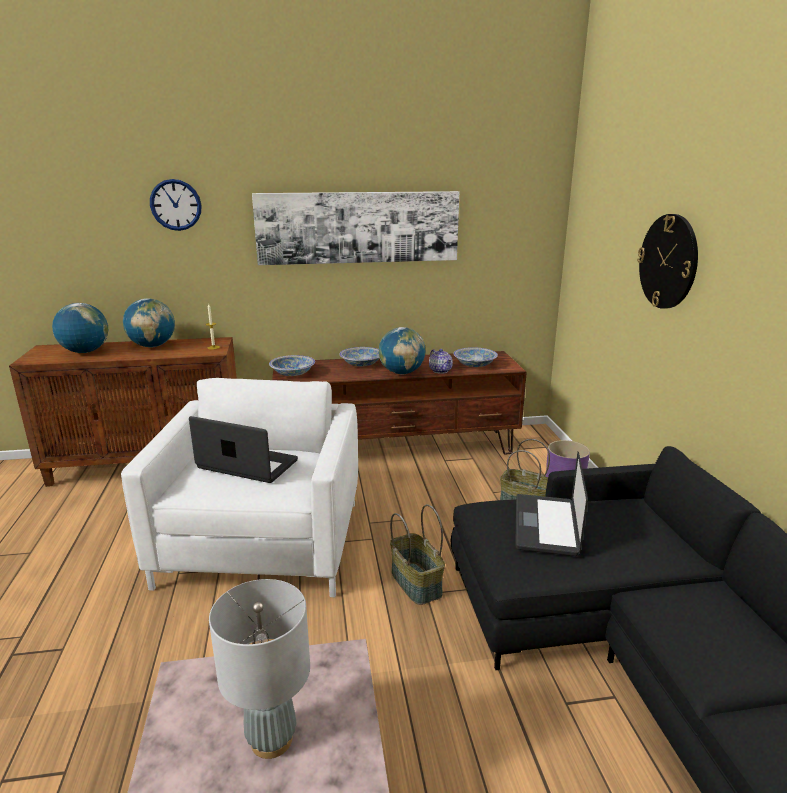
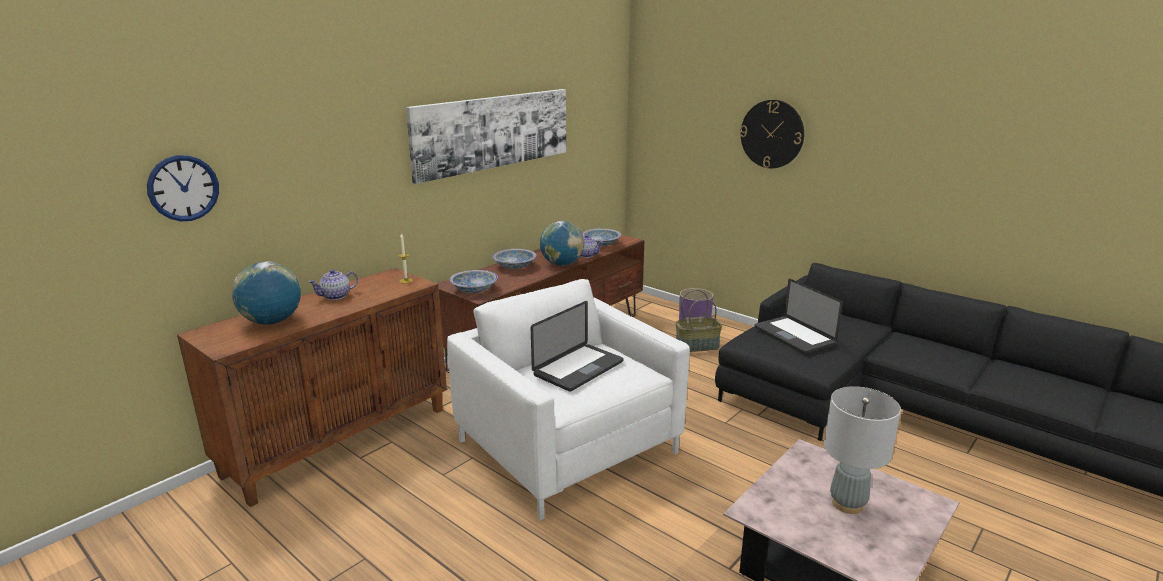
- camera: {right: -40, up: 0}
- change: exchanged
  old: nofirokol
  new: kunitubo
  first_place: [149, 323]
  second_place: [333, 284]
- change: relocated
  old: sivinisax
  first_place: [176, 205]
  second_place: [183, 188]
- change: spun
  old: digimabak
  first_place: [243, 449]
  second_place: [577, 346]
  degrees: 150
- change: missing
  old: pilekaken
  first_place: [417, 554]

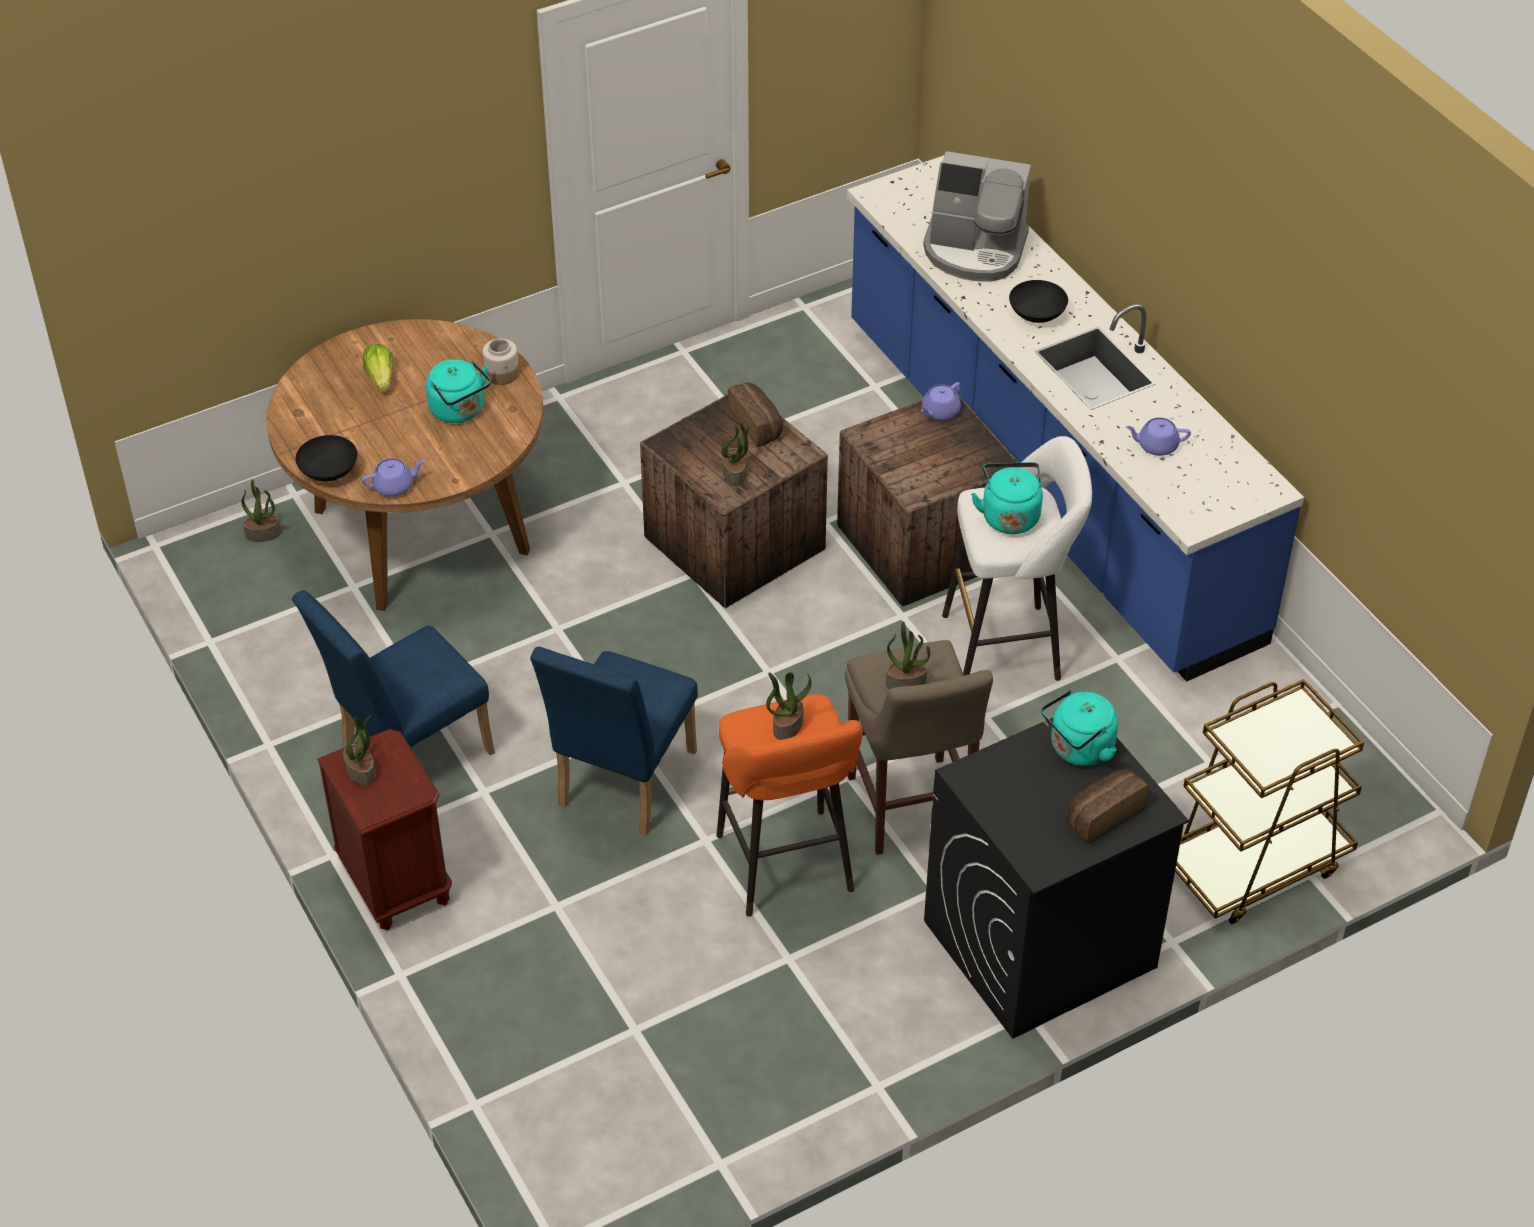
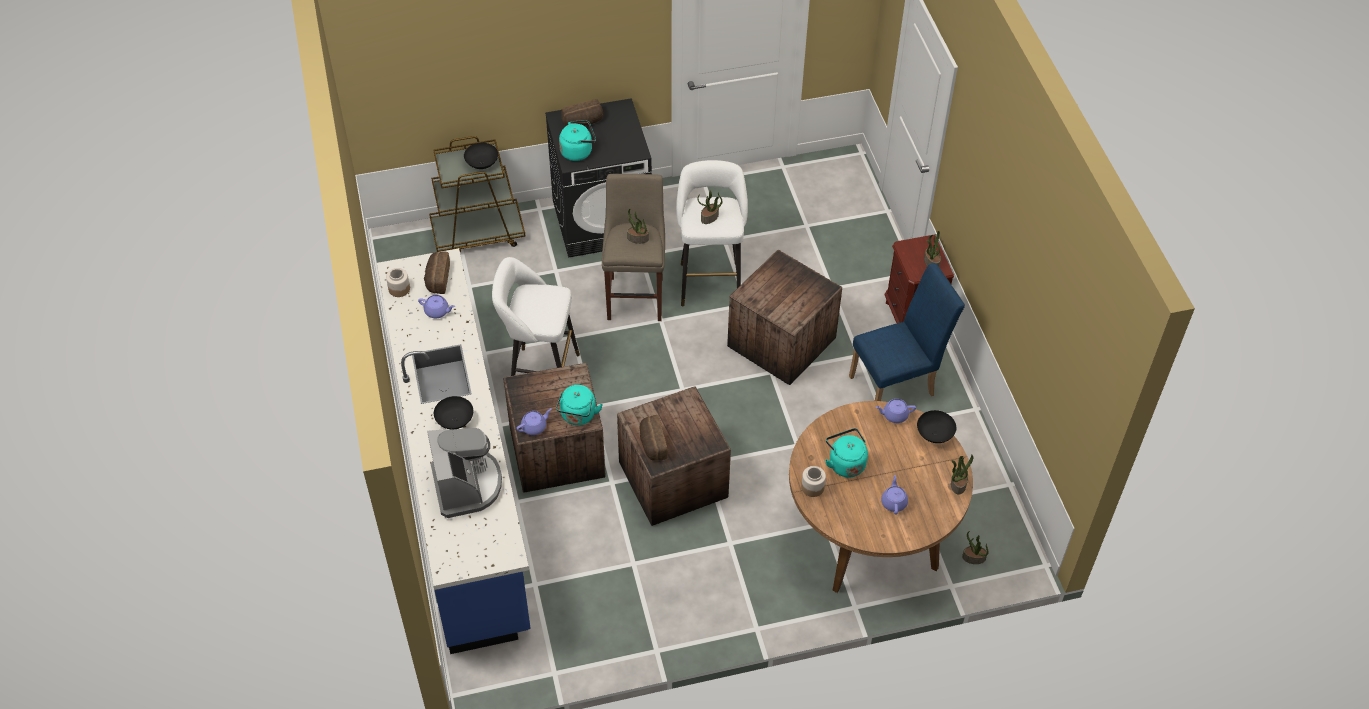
- camera: {right: -165, up: 5}
- change: exchanged
  old: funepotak
  new: purple_kunitubo
  first_place: [378, 367]
  second_place: [894, 495]
- change: exchanged
  old: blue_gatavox
  new: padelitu
  first_place: [614, 741]
  second_place: [784, 317]
- change: colour
  old: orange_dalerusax
  new: white_dalerusax
  first_place: [789, 805]
  second_place: [712, 233]
- change: relocated
  old: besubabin
  first_place: [737, 454]
  second_place: [962, 474]
- change: spun
  old: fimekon
  first_place: [977, 216]
  second_place: [464, 473]
  degrees: 45
- change: relocated
  old: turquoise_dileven
  first_place: [1007, 498]
  second_place: [579, 405]
- change: appeared
  new: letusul
  second_place: [398, 282]
- change: appeared
  new: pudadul
  second_place: [437, 273]
- change: appeared
  new: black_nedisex
  second_place: [481, 156]

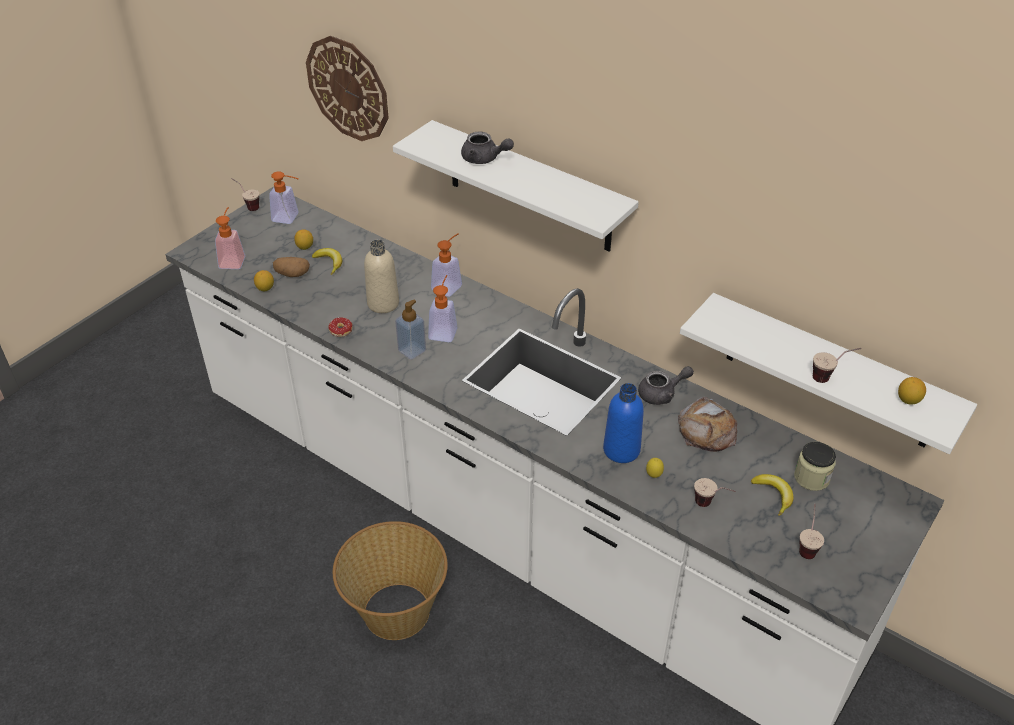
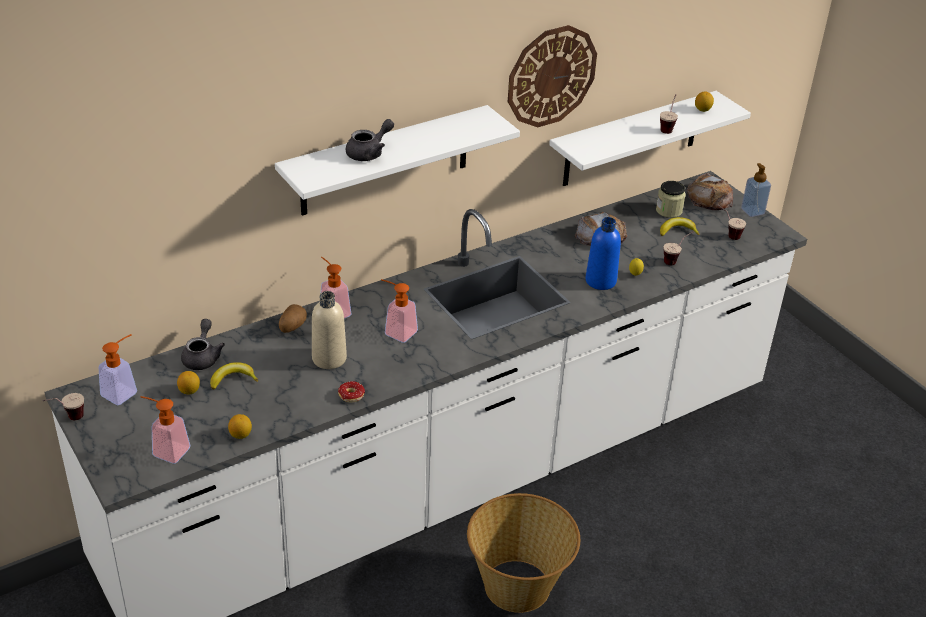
- camera: {right: -70, up: -5}
- change: relocated
  old: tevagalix
  first_place: [291, 267]
  second_place: [293, 318]
- change: relocated
  old: sivinisax
  first_place: [347, 88]
  second_place: [552, 76]
- change: relocated
  old: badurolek
  first_place: [410, 330]
  second_place: [756, 190]
- change: relocated
  old: grey_kunitubo
  first_place: [666, 385]
  second_place: [203, 344]
- change: appeared
  new: pudadul
  second_place: [710, 191]

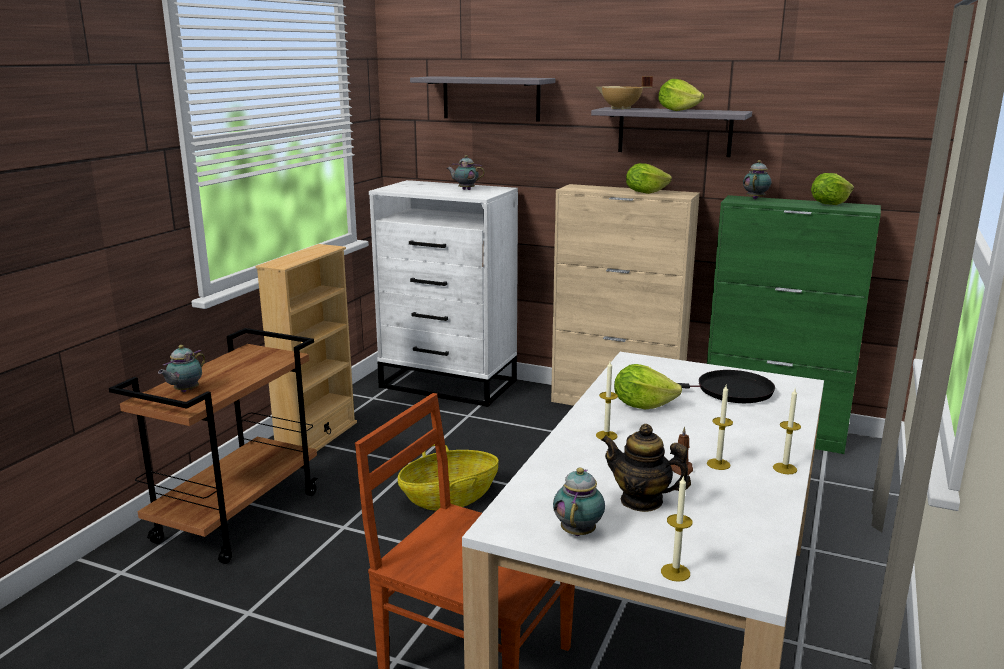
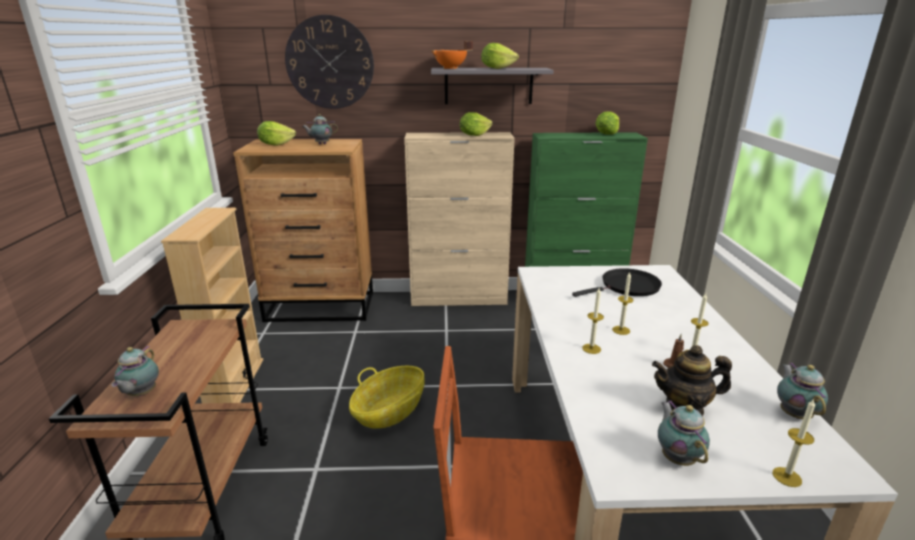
- camera: {right: -25, up: 5}
- change: colour
  old: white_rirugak
  new: brown_rirugak
  first_place: [443, 293]
  second_place: [303, 230]
- change: exchanged
  old: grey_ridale
  new: sivinisax
  first_place: [482, 99]
  second_place: [329, 62]
- change: colour
  old: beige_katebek
  new: orange_katebek
  first_place: [624, 92]
  second_place: [452, 55]
- change: relocated
  old: funepotak
  first_place: [648, 386]
  second_place: [276, 133]
- change: relocated
  old: kunitubo
  first_place: [757, 180]
  second_place: [802, 390]
- change: relocated
  old: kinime
  first_place: [787, 431]
  second_place: [623, 303]

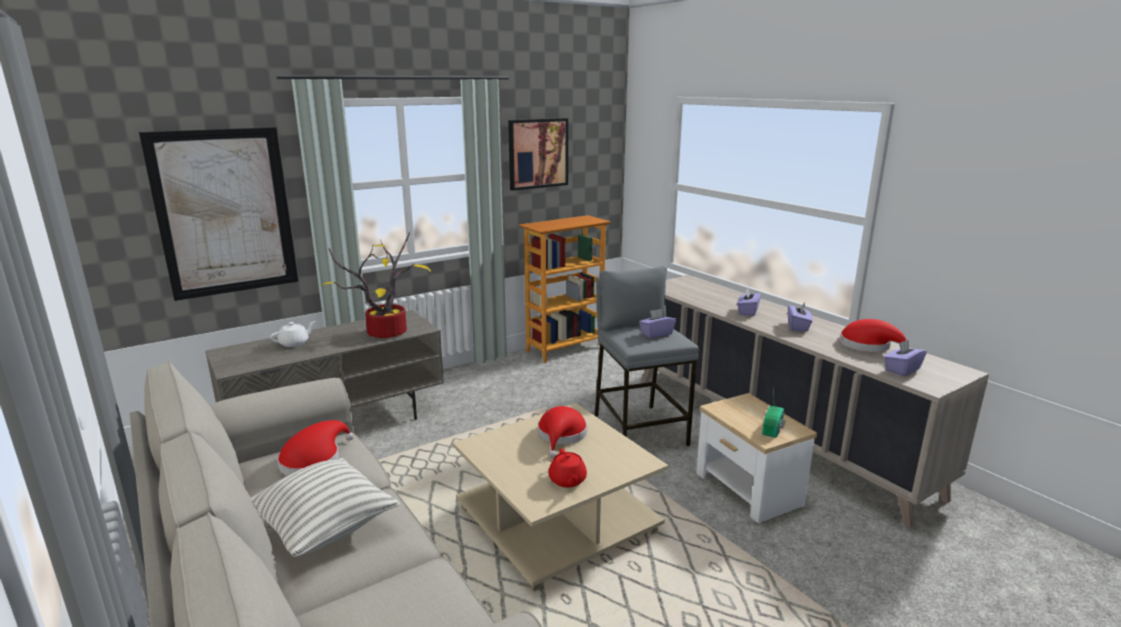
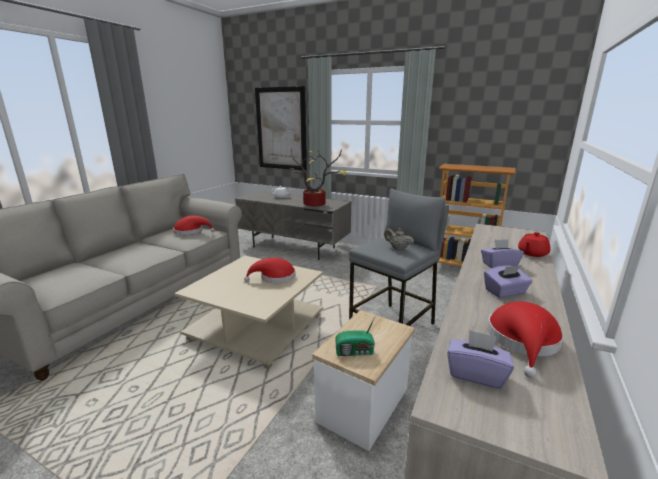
- camera: {right: 60, up: 0}
- change: missing
  old: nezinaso
  first_place: [325, 507]
- change: missing
  old: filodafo
  first_place: [538, 154]
- change: relocated
  old: red_kunitubo
  first_place: [568, 468]
  second_place: [534, 244]
- change: exchanged
  old: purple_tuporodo
  new: beige_kunitubo
  first_place: [657, 323]
  second_place: [399, 239]

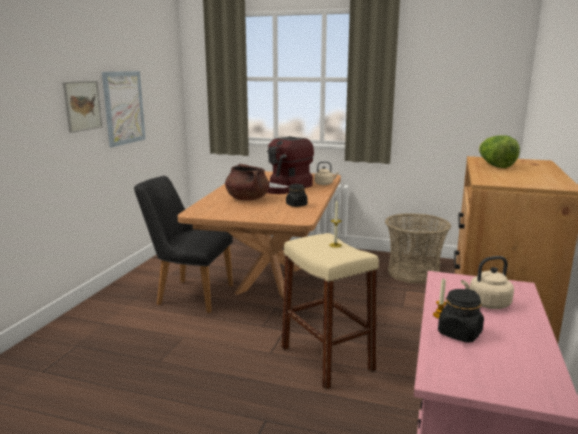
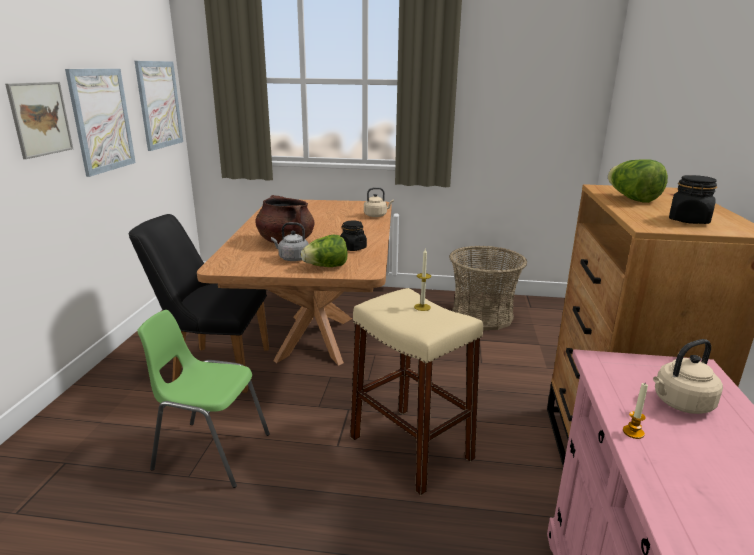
- camera: {right: -10, up: 5}
- change: missing
  old: fimekon
  first_place: [290, 165]
- change: relocated
  old: black_letusul
  first_place: [461, 316]
  second_place: [693, 199]
- change: appeared
  new: filodafo
  second_place: [159, 106]
- change: appeared
  new: green_gatavox
  second_place: [203, 399]
- change: appeared
  new: grey_dileven
  second_place: [290, 241]
- change: appeared
  new: funepotak
  second_place: [324, 251]

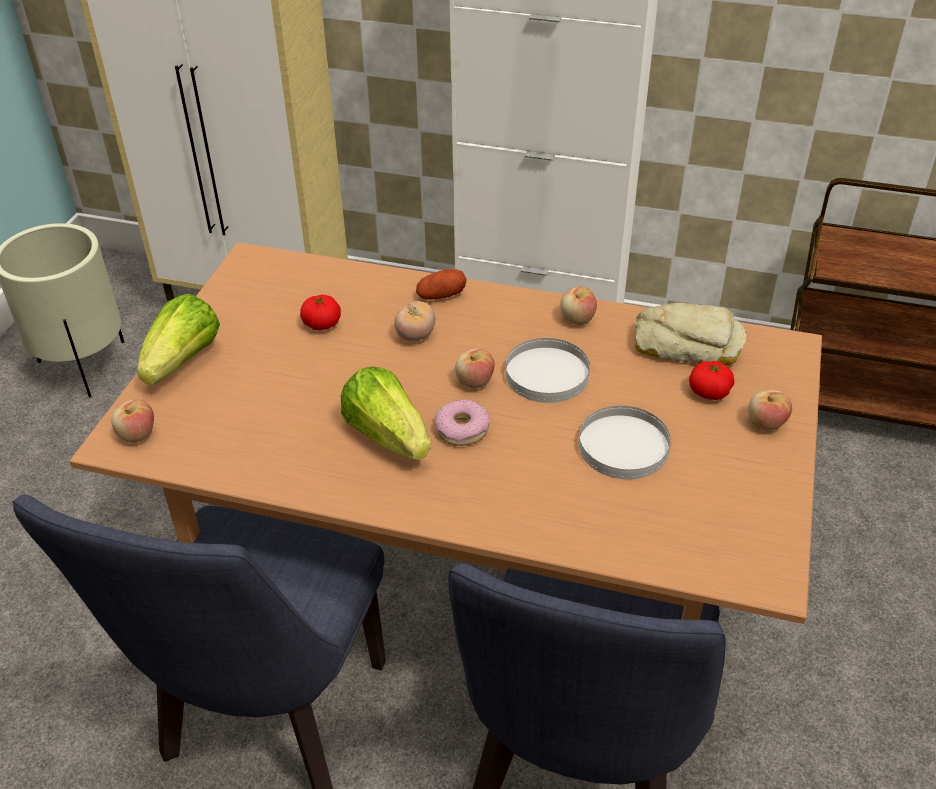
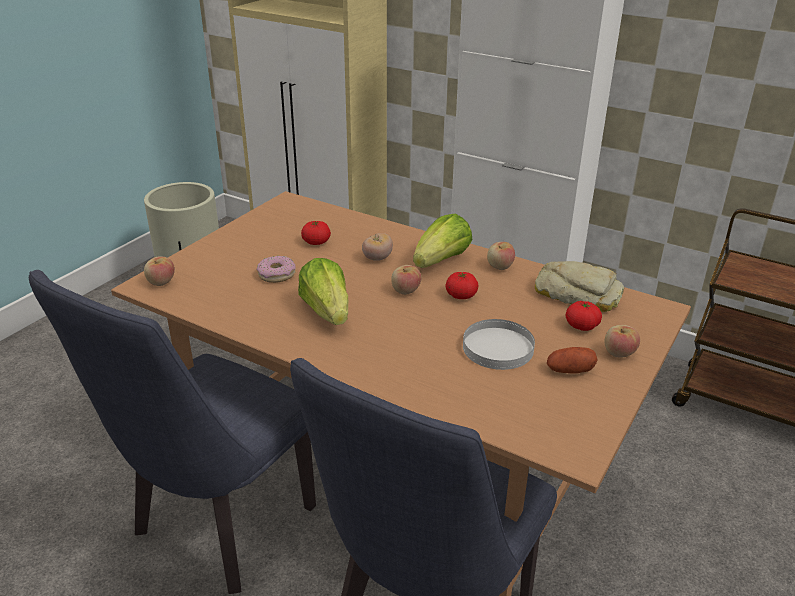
- camera: {right: 15, up: -10}
- change: relocated
  old: funepotak
  first_place: [178, 339]
  second_place: [442, 241]
- change: relocated
  old: tevagalix
  first_place: [441, 284]
  second_place: [572, 360]
- change: relocated
  old: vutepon
  first_place: [462, 422]
  second_place: [276, 269]
- change: exchanged
  old: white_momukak
  new: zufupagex
  first_place: [547, 370]
  second_place: [462, 285]

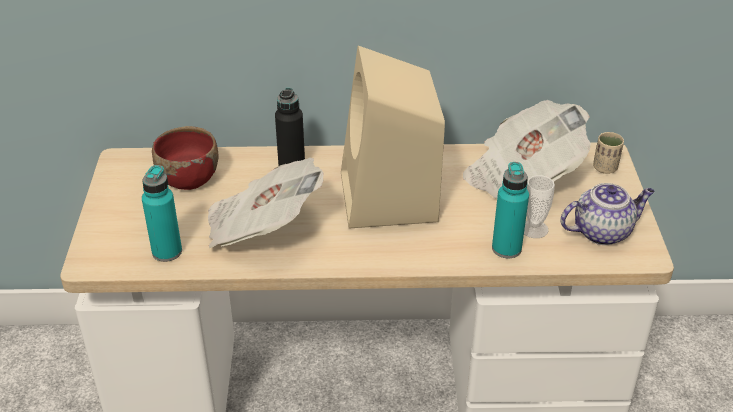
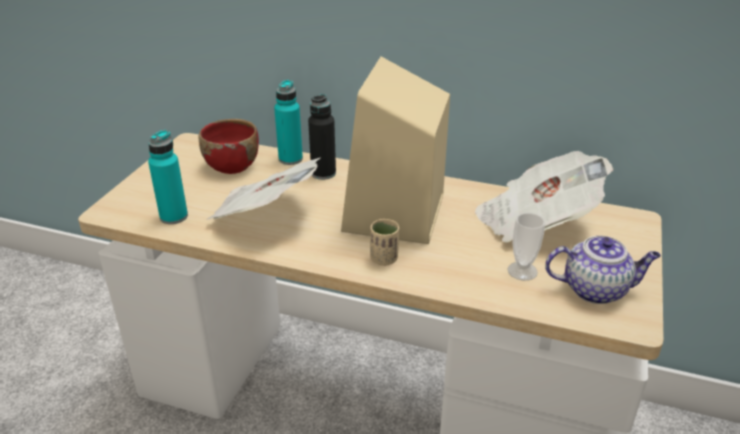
- camera: {right: 20, up: -5}
- change: relocated
  old: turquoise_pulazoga
  first_place: [510, 210]
  second_place: [288, 122]
- change: relocated
  old: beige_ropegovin
  first_place: [608, 153]
  second_place: [384, 242]

